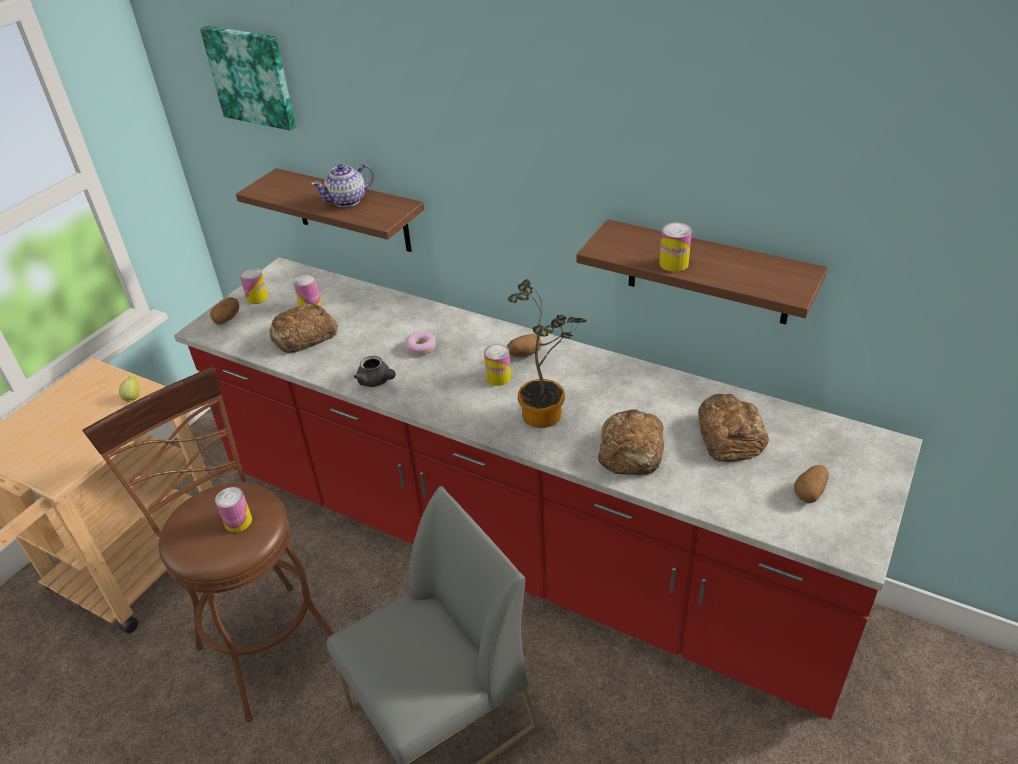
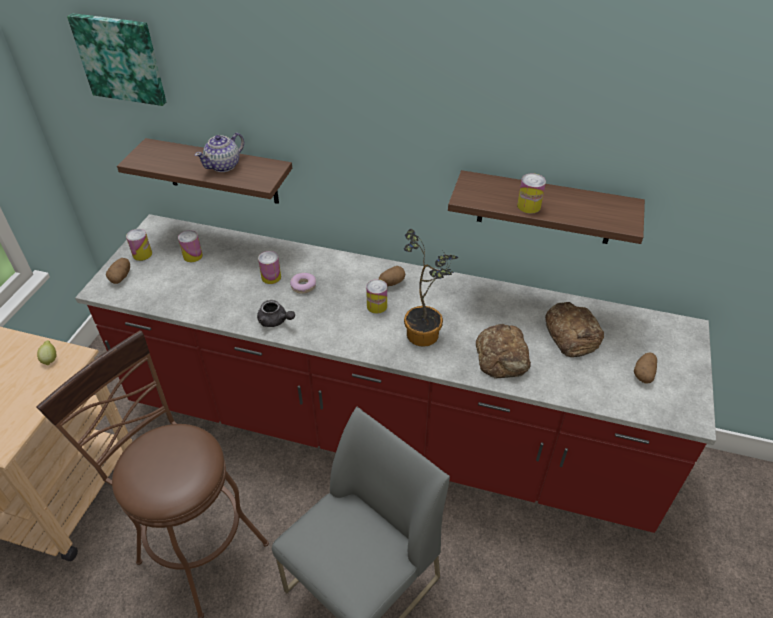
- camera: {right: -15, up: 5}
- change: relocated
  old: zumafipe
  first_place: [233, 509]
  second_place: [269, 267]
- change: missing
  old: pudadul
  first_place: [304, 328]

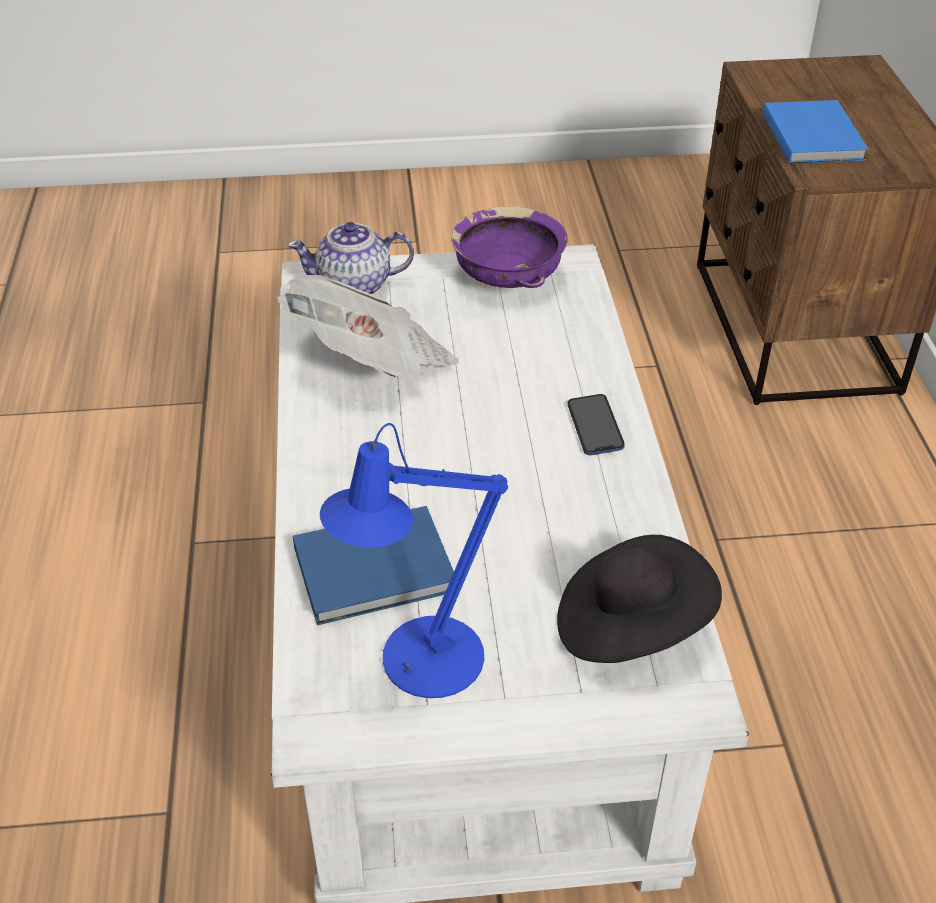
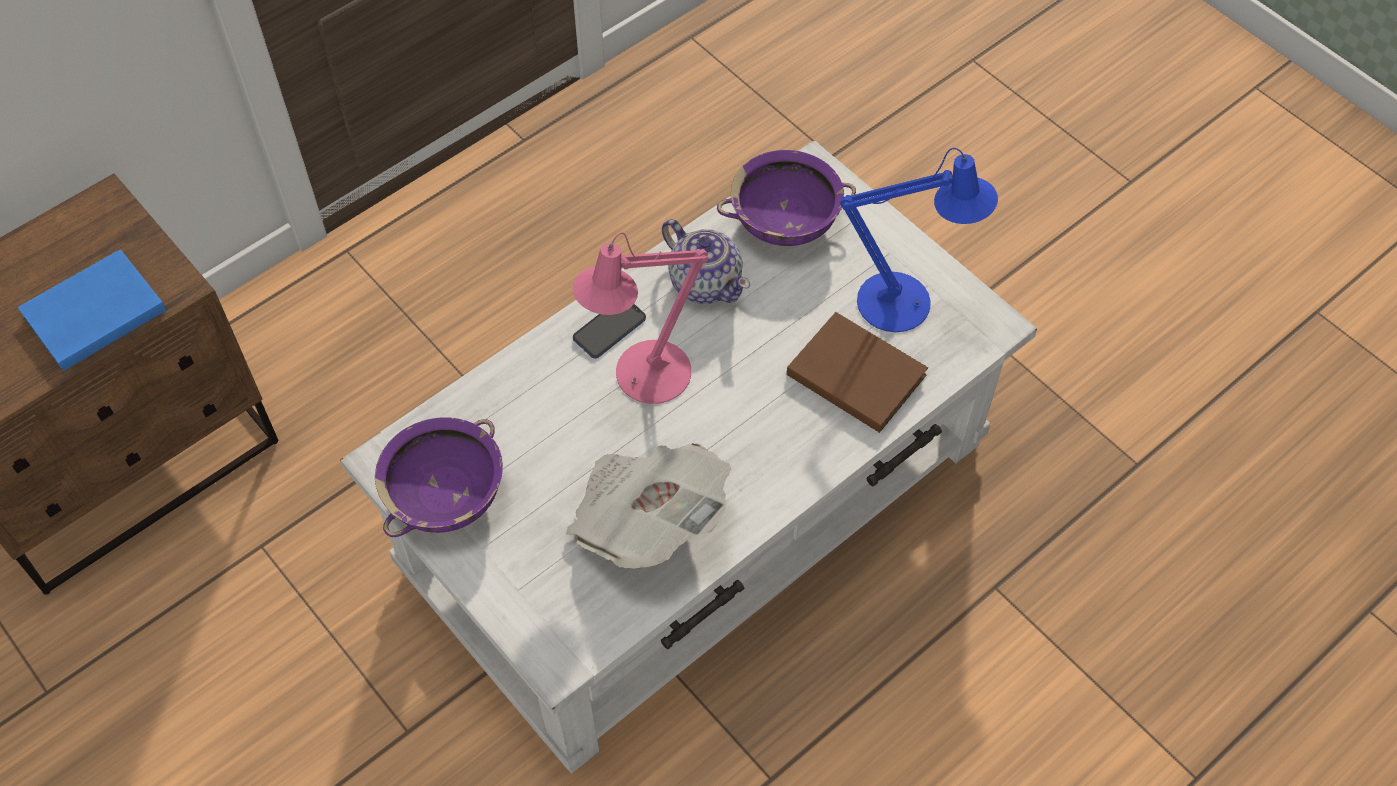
- camera: {right: -125, up: 15}
- change: relocated
  old: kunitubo
  first_place: [351, 258]
  second_place: [706, 261]
- change: colour
  old: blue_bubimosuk
  new: brown_bubimosuk
  first_place: [373, 565]
  second_place: [857, 372]
- change: exchanged
  old: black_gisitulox
  new: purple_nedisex
  first_place: [639, 599]
  second_place: [786, 198]
- change: appeared
  new: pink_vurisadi
  second_place: [640, 318]

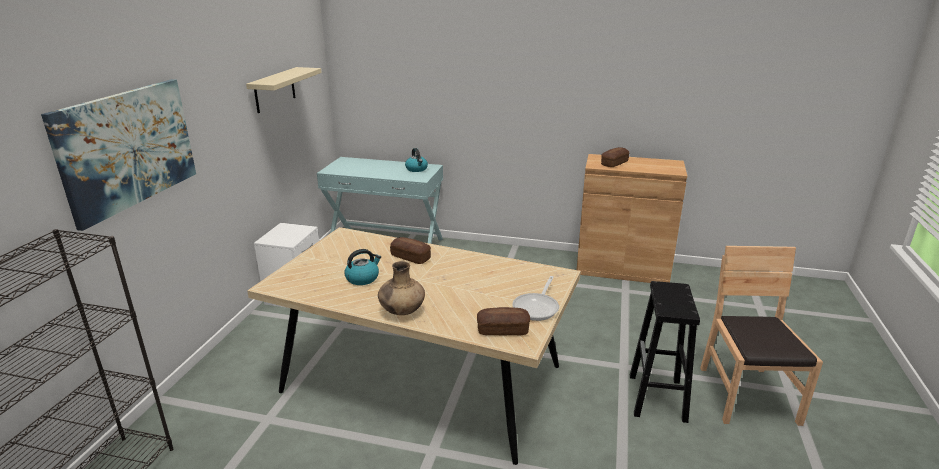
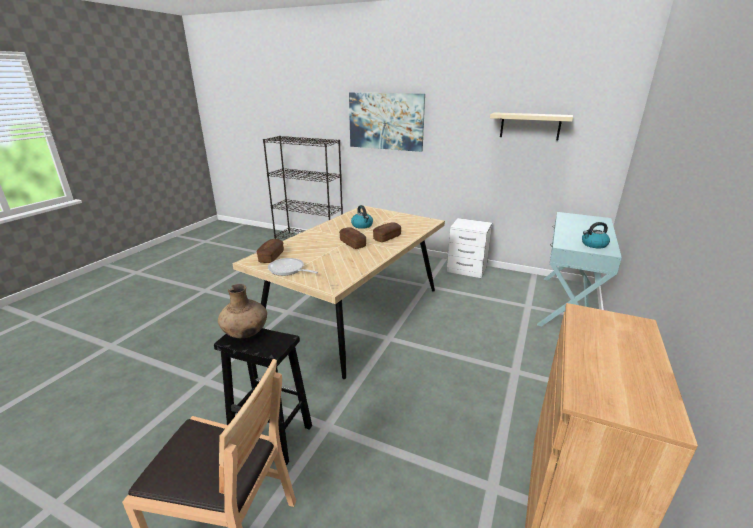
- camera: {right: 100, up: 0}
- change: relocated
  old: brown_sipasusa
  first_place: [401, 288]
  second_place: [242, 311]
- change: relocated
  old: pudadul
  first_place: [615, 157]
  second_place: [352, 238]

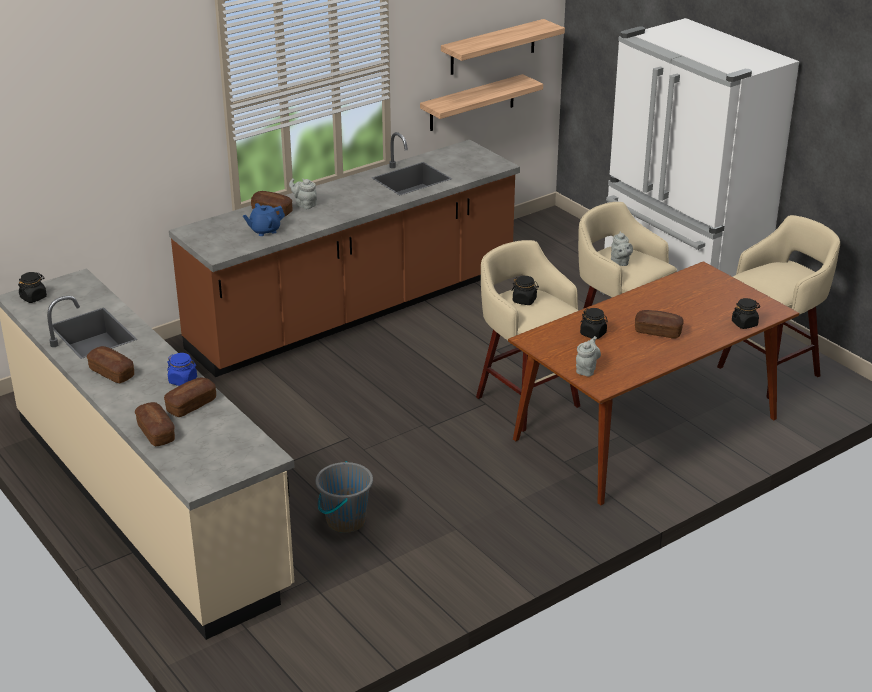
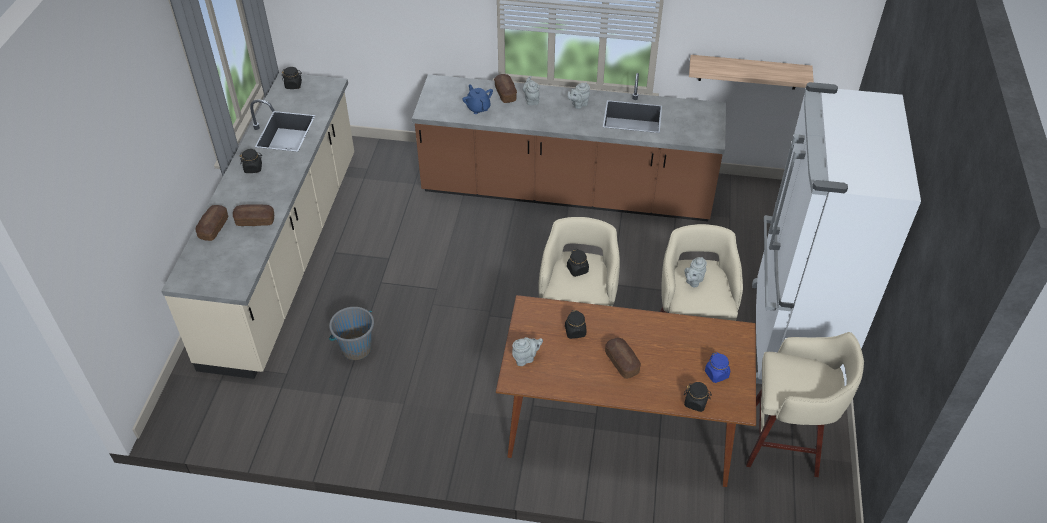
- camera: {right: 45, up: 15}
- change: exchanged
  old: pudadul
  new: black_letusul
  first_place: [110, 364]
  second_place: [251, 161]
- change: relocated
  old: blue_letusul
  first_place: [182, 369]
  second_place: [717, 367]
- change: spun
  old: blue_kunitubo
  first_place: [264, 219]
  second_place: [477, 99]
  degrees: 45
- change: missing
  old: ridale
  first_place: [503, 47]
- change: appeared
  new: grey_kunitubo
  second_place: [578, 95]

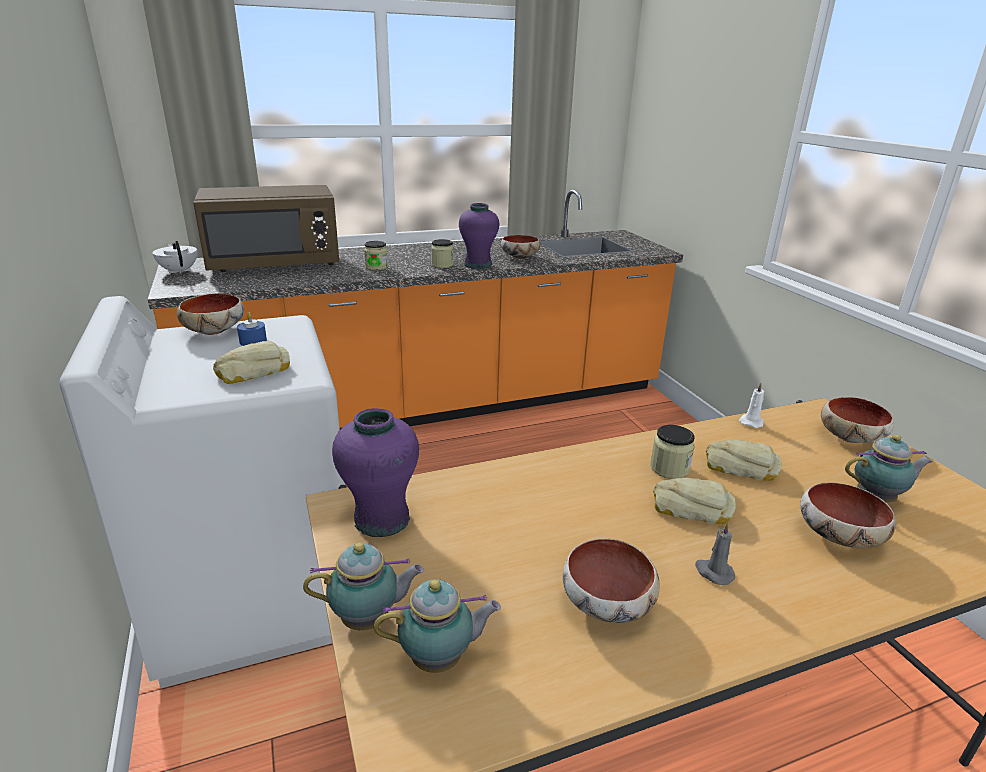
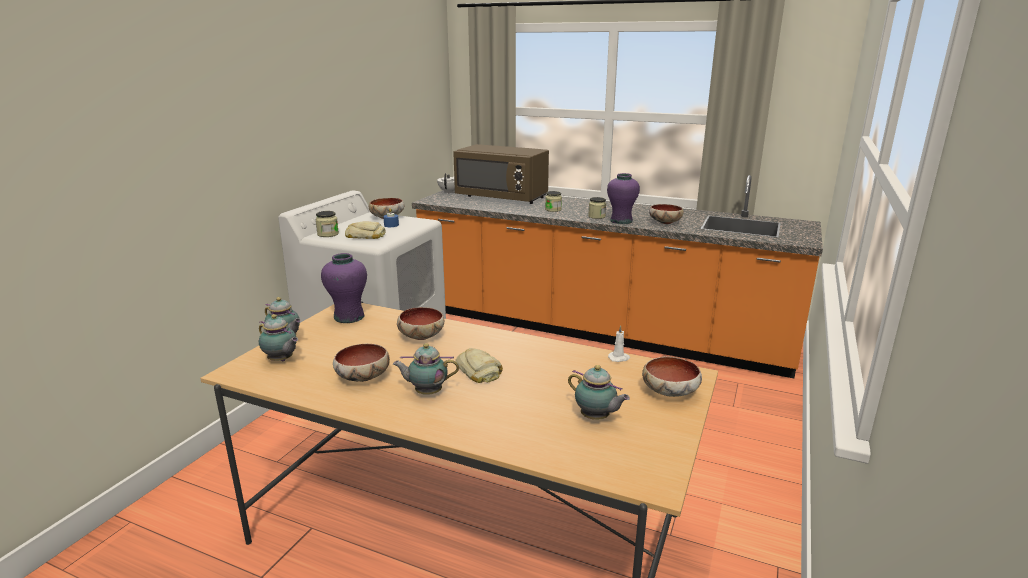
- camera: {right: 45, up: -5}
- change: relocated
  old: letusul
  first_place: [672, 452]
  second_place: [327, 224]
- change: exchanged
  old: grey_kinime
  new: kunitubo
  first_place: [715, 553]
  second_place: [426, 369]
- change: missing
  old: pudadul
  first_place: [744, 460]
- change: relocated
  old: nedisex
  first_place: [848, 515]
  second_place: [420, 323]

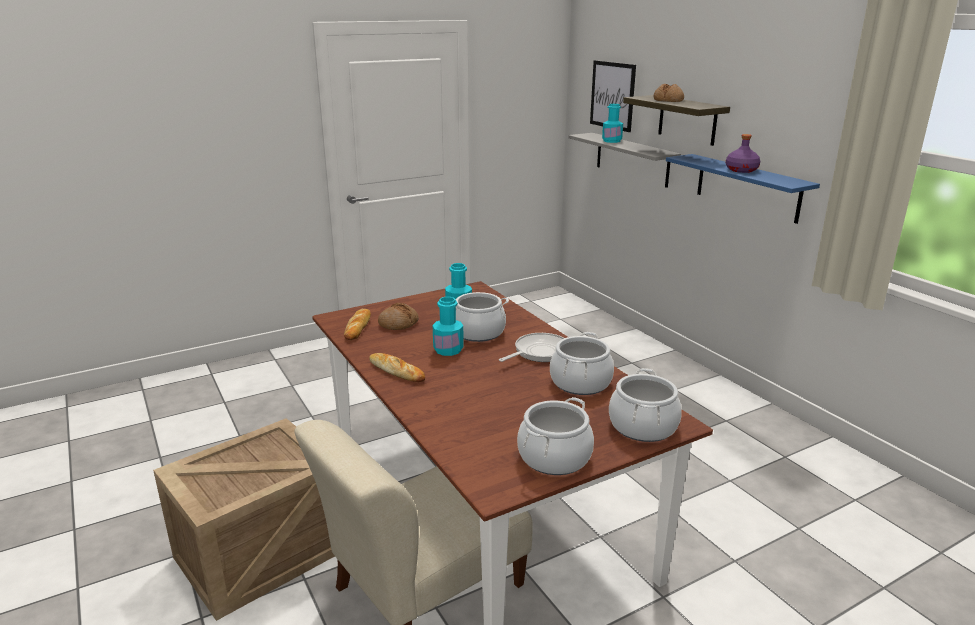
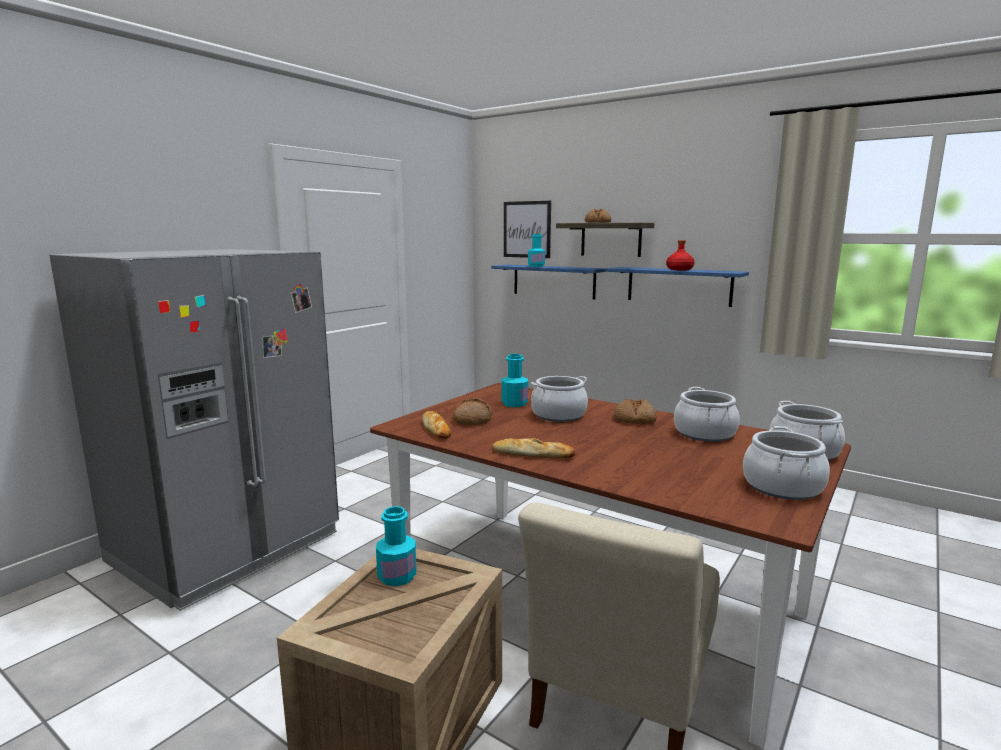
- camera: {right: -25, up: -10}
- change: relocated
  old: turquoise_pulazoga
  first_place: [448, 326]
  second_place: [396, 546]
- change: exchanged
  old: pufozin
  new: pudadul
  first_place: [531, 347]
  second_place: [635, 411]
- change: colour
  old: grey_ridale
  new: blue_ridale
  first_place: [624, 160]
  second_place: [548, 282]
- change: colour
  old: purple_pulazoga
  new: red_pulazoga
  first_place: [743, 153]
  second_place: [680, 255]
- change: appeared
  new: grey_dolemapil
  second_place: [194, 430]

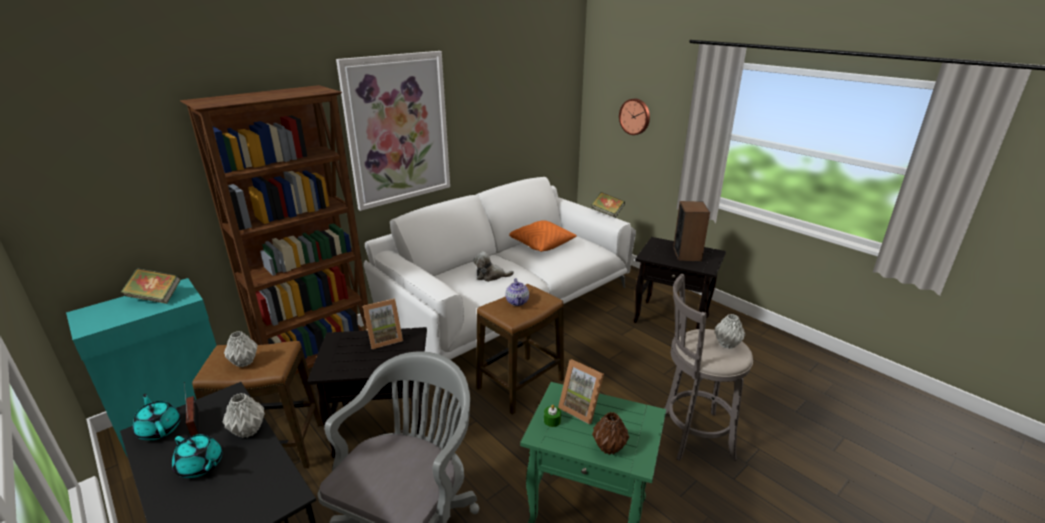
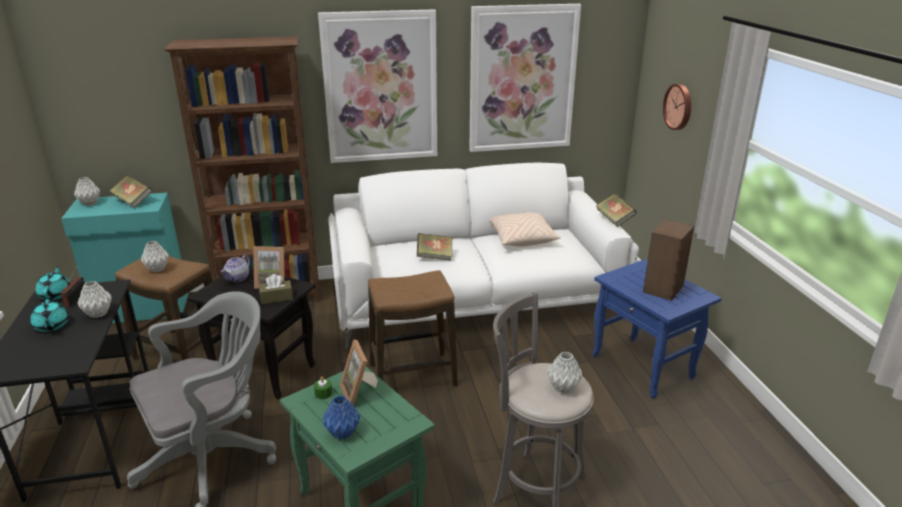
- camera: {right: 30, up: 0}
- change: exchanged
  old: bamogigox
  new: bubimosuk
  first_place: [493, 266]
  second_place: [435, 246]
- change: relocated
  old: kunitubo
  first_place: [517, 292]
  second_place: [235, 268]
- change: colour
  old: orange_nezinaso
  new: beige_nezinaso
  first_place: [543, 236]
  second_place: [525, 229]
- change: colour
  old: brown_sipasusa
  new: blue_sipasusa
  first_place: [610, 433]
  second_place: [341, 417]
- change: colour
  old: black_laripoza
  new: blue_laripoza
  first_place: [679, 283]
  second_place: [657, 329]
- change: appeared
  new: grey_sipasusa
  second_place: [87, 191]
- change: appeared
  new: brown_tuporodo
  second_place: [276, 289]
- change: appeared
  new: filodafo
  second_place: [525, 78]

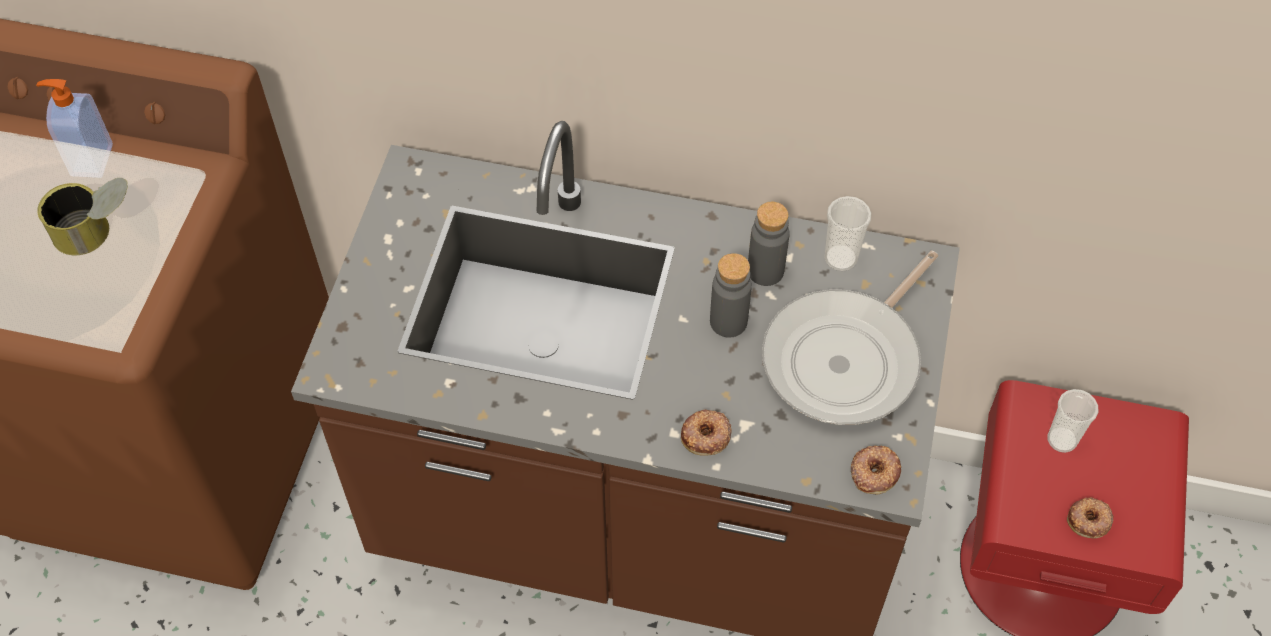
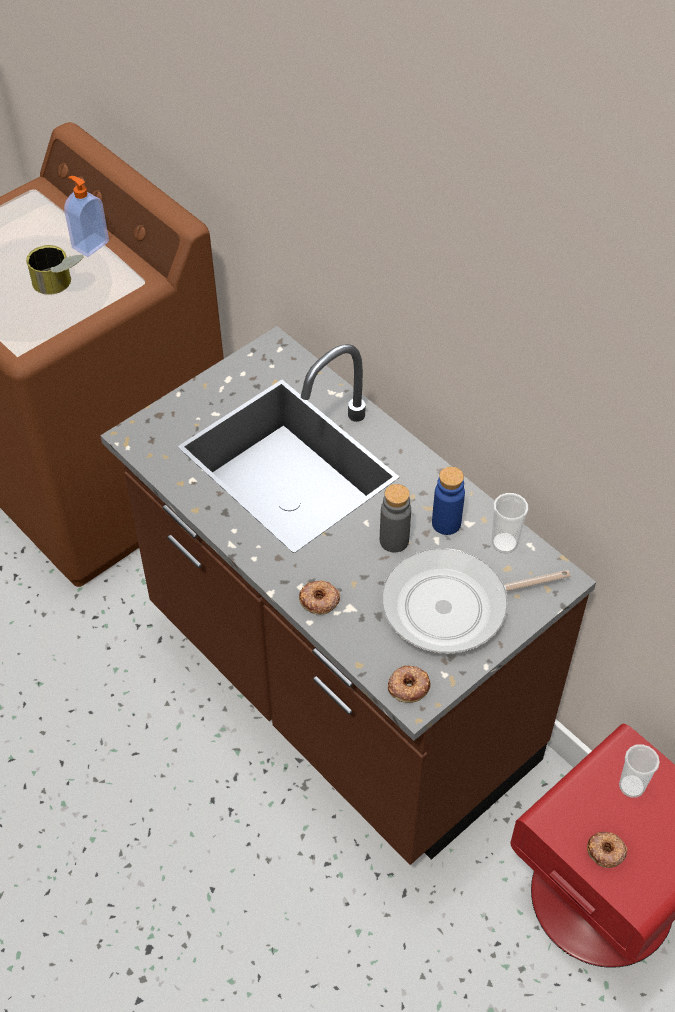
- camera: {right: 35, up: -5}
- change: colour
  old: grey_pulazoga
  new: blue_pulazoga
  first_place: [769, 244]
  second_place: [448, 501]

